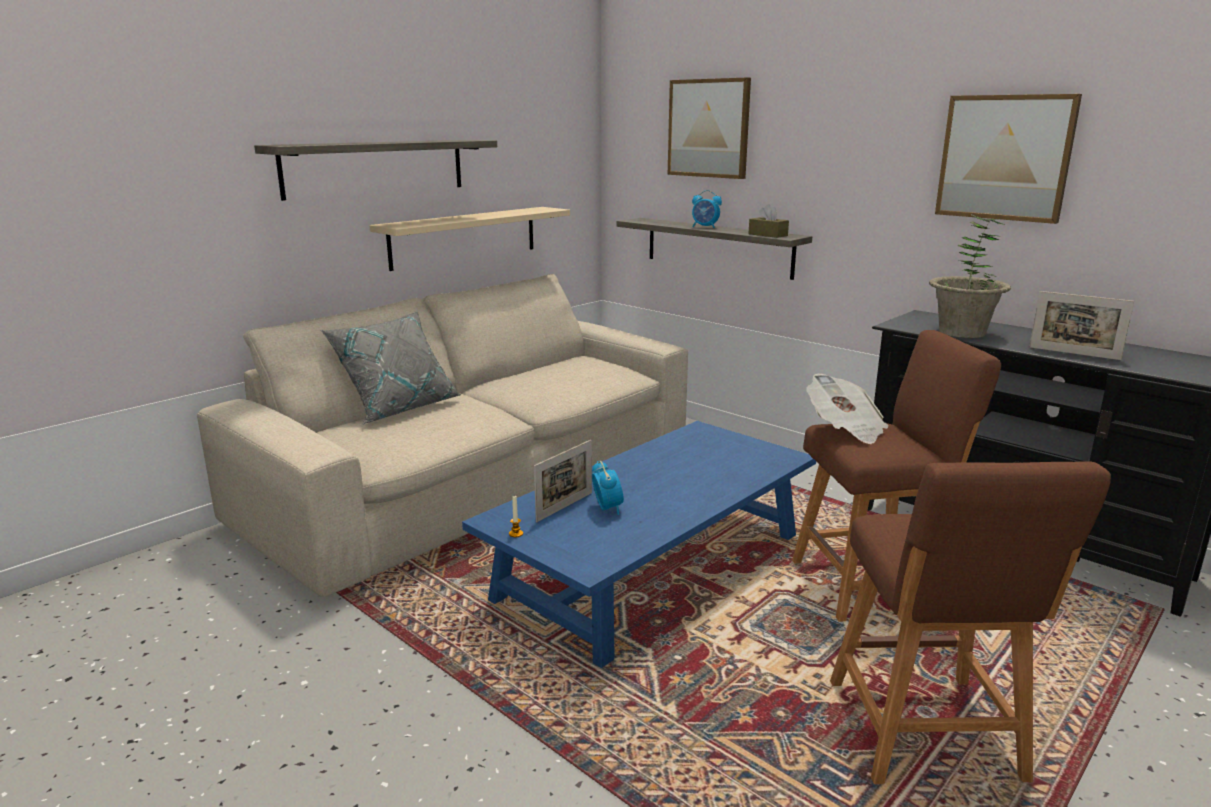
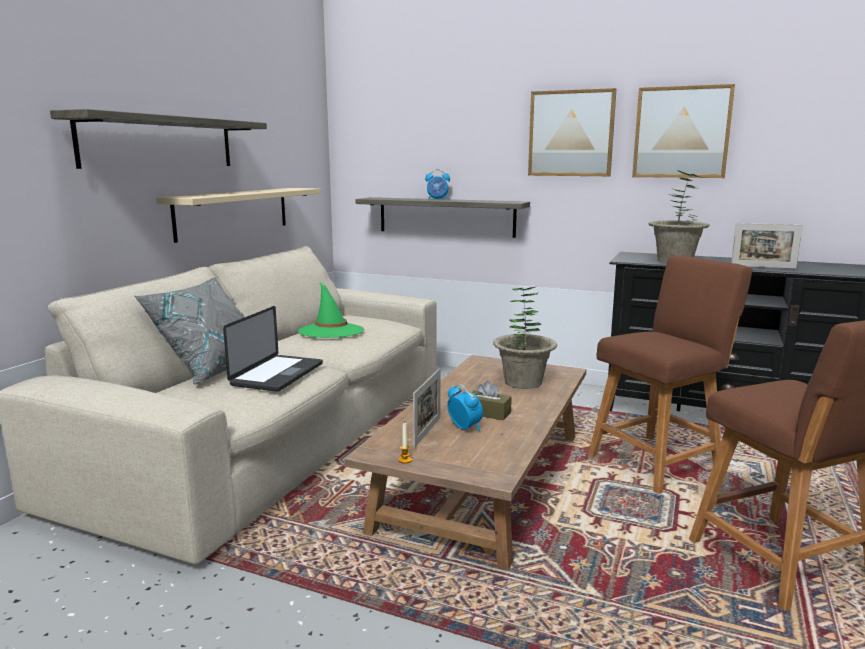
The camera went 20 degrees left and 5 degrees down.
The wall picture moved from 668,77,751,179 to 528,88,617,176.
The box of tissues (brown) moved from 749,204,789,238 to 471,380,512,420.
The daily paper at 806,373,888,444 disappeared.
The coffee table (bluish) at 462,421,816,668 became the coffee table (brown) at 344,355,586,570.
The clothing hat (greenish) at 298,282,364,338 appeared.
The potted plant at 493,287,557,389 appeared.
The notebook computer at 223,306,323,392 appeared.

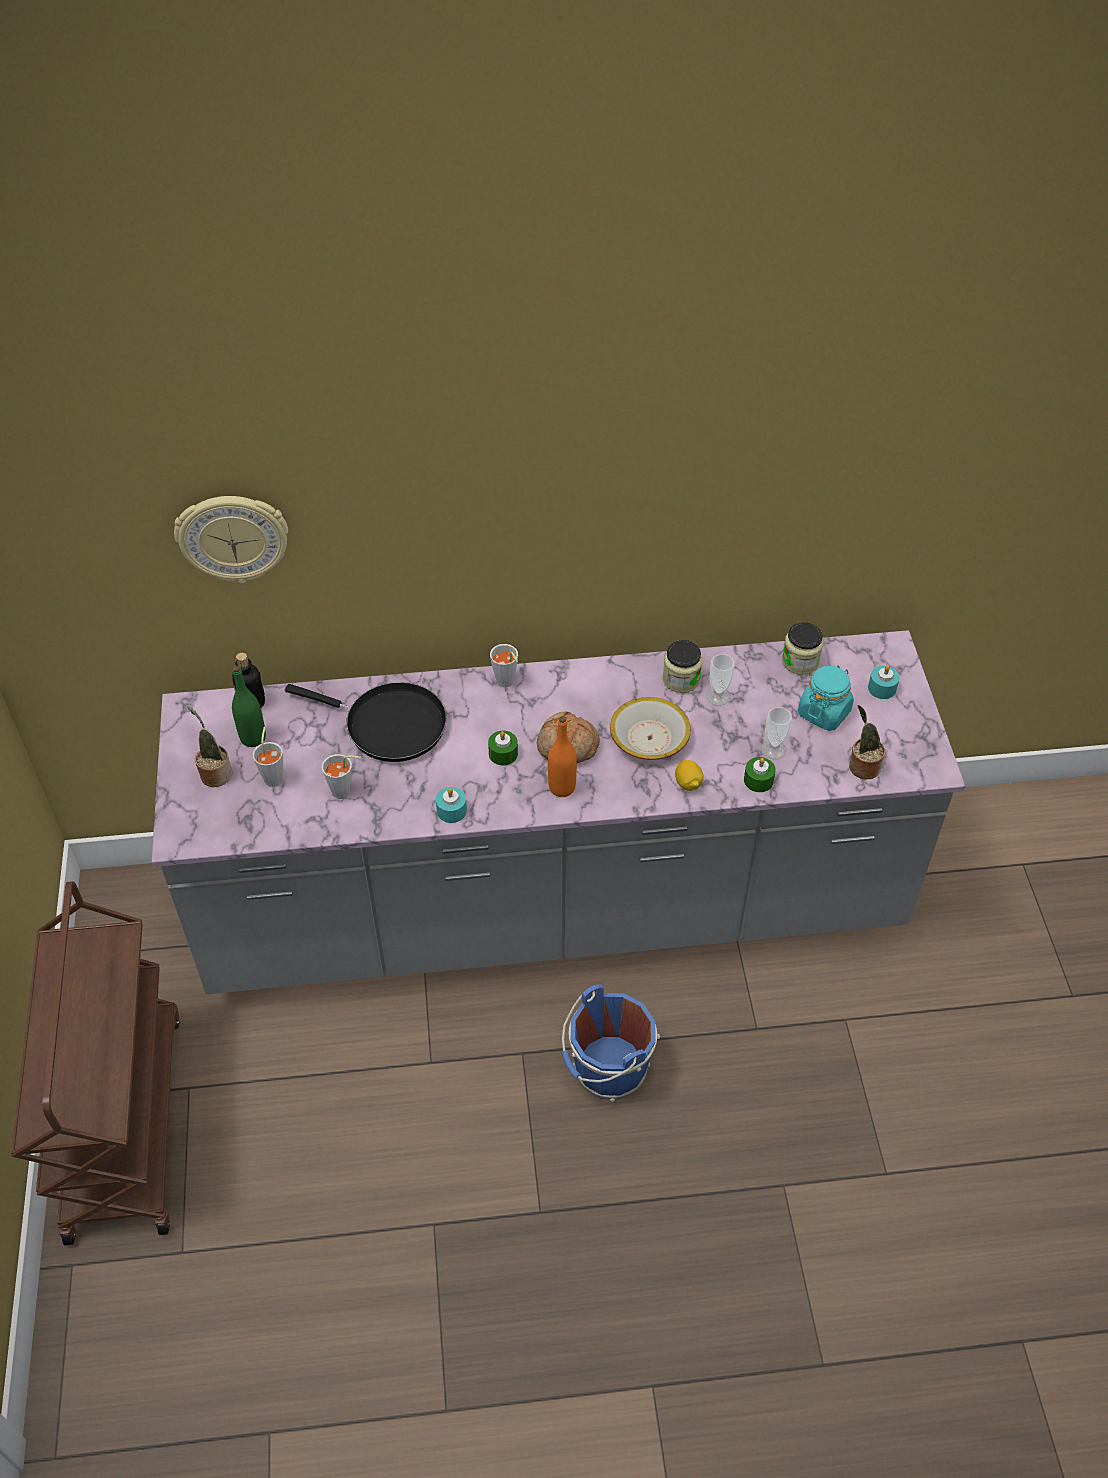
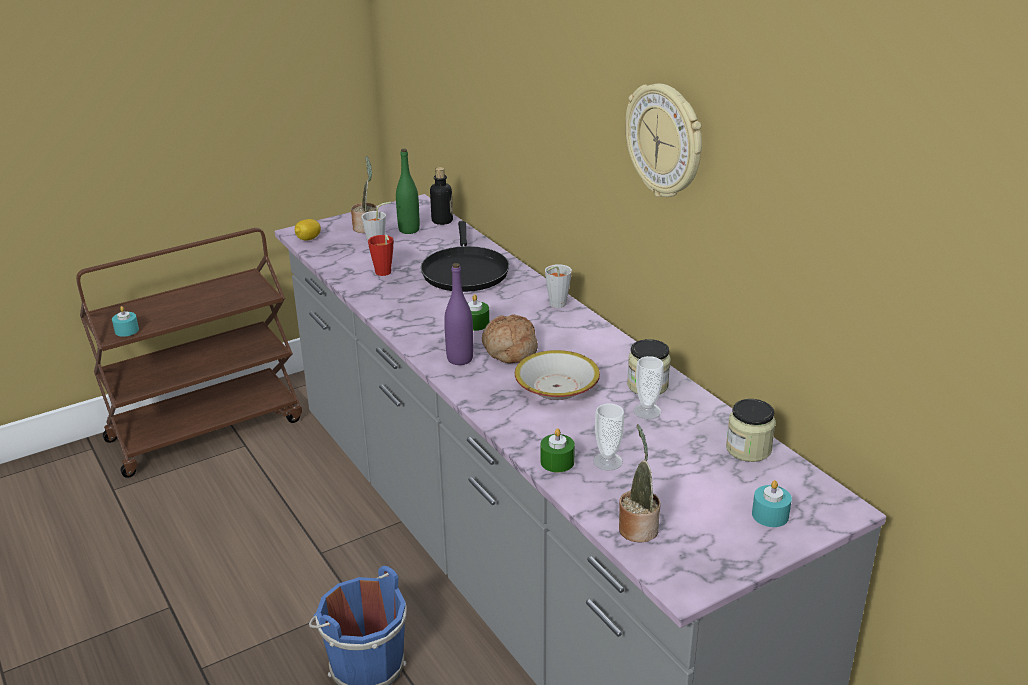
The camera went 65 degrees right and 20 degrees down.
The clock on the wall moved from 174,496,288,583 to 626,84,702,197.
The jar (turquoise-coloured) at 798,665,854,731 disappeared.
The drink bottle (orange) at 548,716,577,797 became the drink bottle (purple-coloured) at 444,263,473,365.
The cup (gray) at 322,754,361,799 became the cup (red) at 368,235,394,276.
The whole lemon moved from 675,760,703,791 to 295,219,321,241.
The candle (turquoise-coloured) moved from 436,787,467,823 to 112,306,139,337.

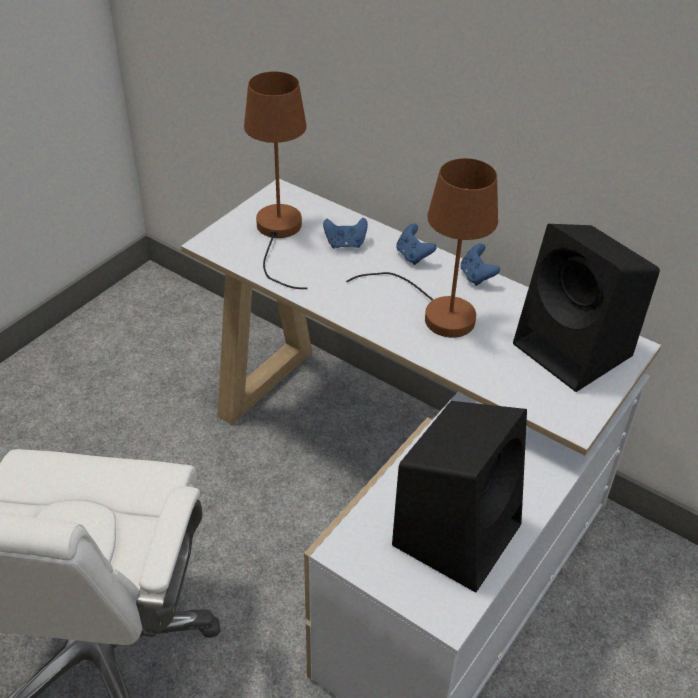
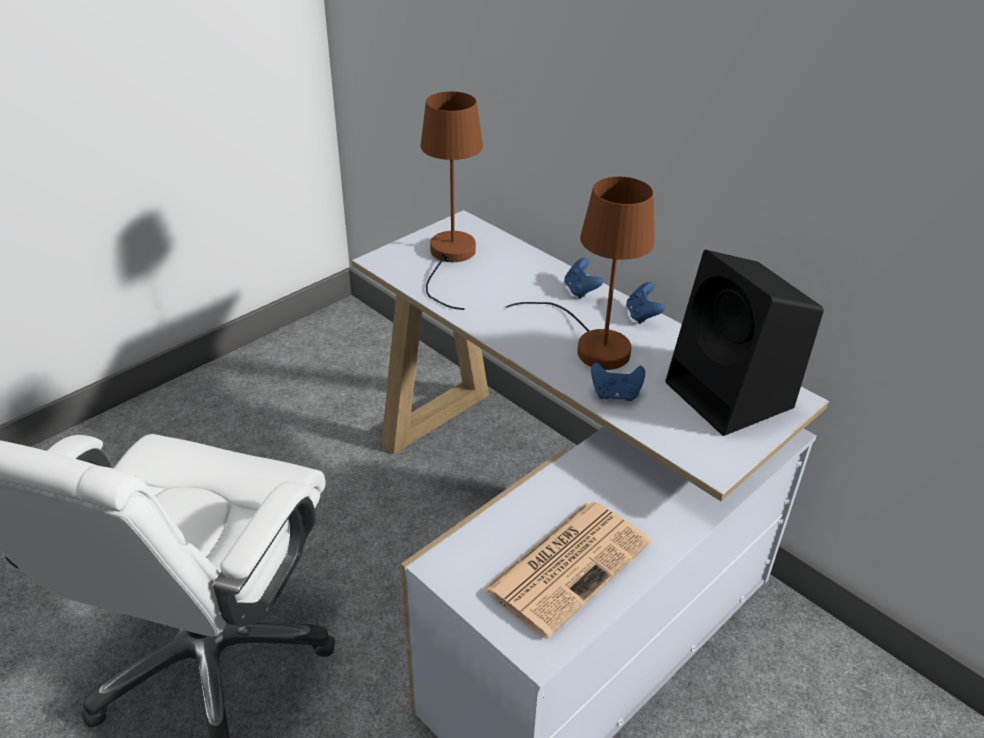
The camera went 10 degrees right and 5 degrees down.
The gamepad (bluish) moved from 323,218,368,248 to 591,362,645,401.
The speaker (black-coloured) at 392,401,527,593 was replaced by the daily paper at 482,502,651,639.

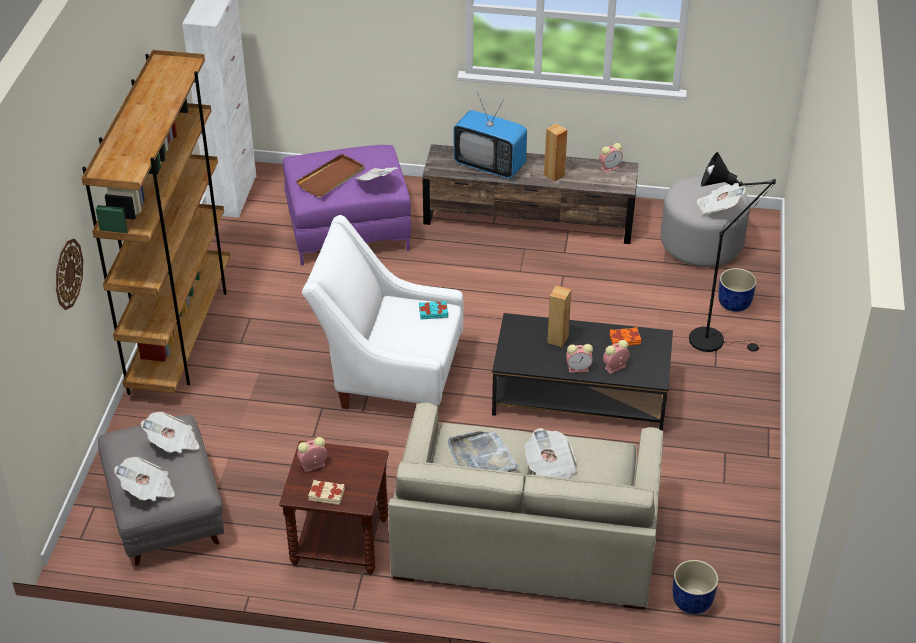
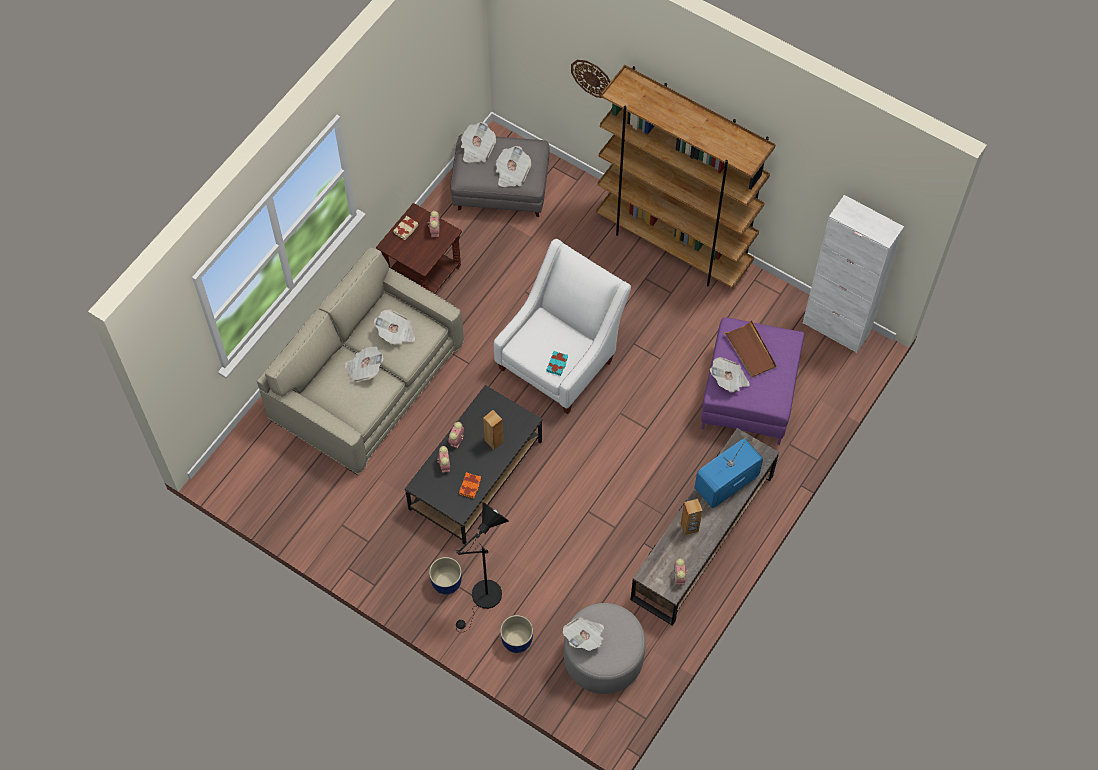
The camera went 115 degrees right and 20 degrees up.
The serving tray (gray) at 448,431,520,472 was replaced by the daily paper at 374,309,415,345.
The flower pot (bluish) moved from 673,560,718,614 to 429,557,462,594.

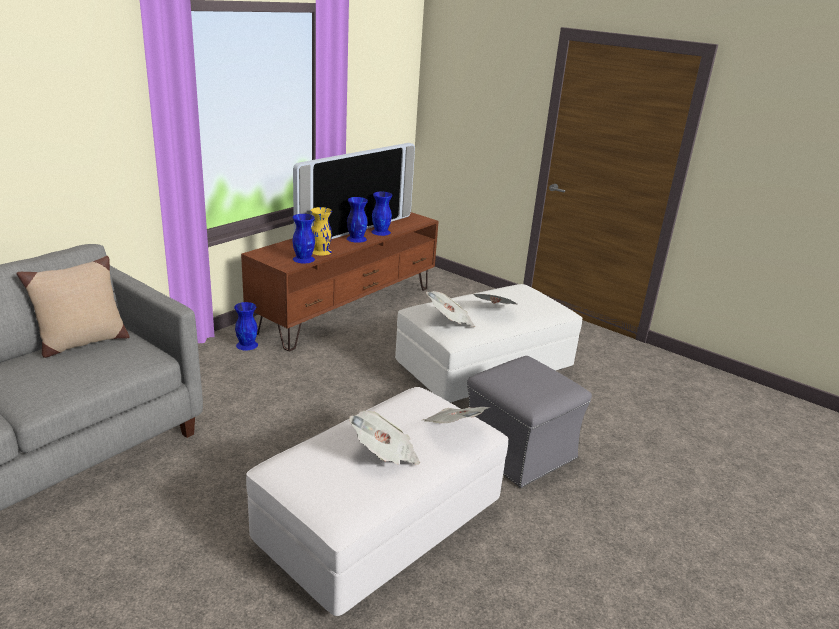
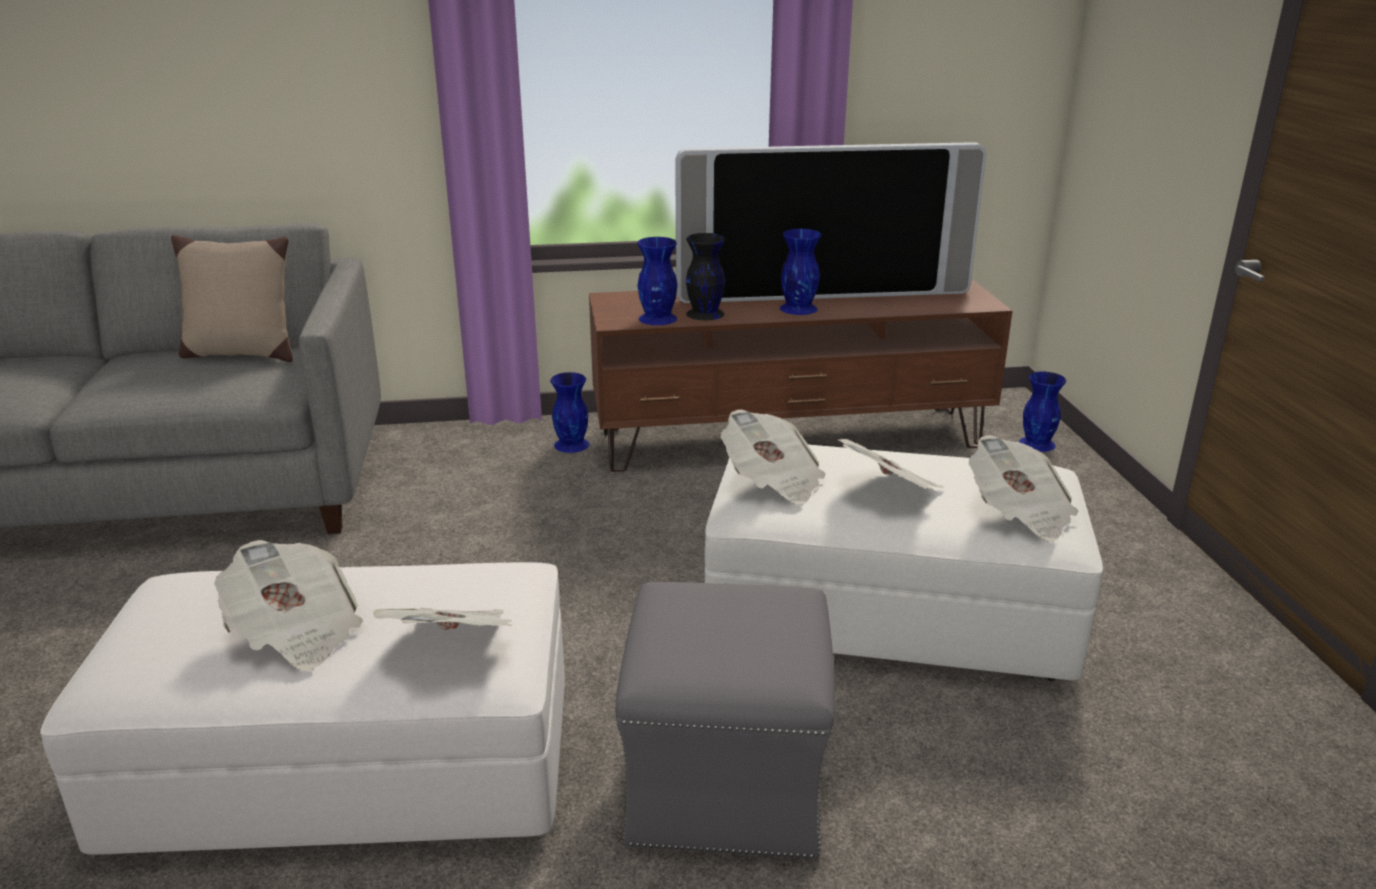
The camera went 45 degrees right and 0 degrees up.
The flower vase (bluish) moved from 371,191,393,236 to 1019,372,1066,452.
The flower vase (yellow-coloured) at 311,207,332,255 became the flower vase (black-coloured) at 686,233,725,320.
The daily paper at 969,435,1079,542 appeared.

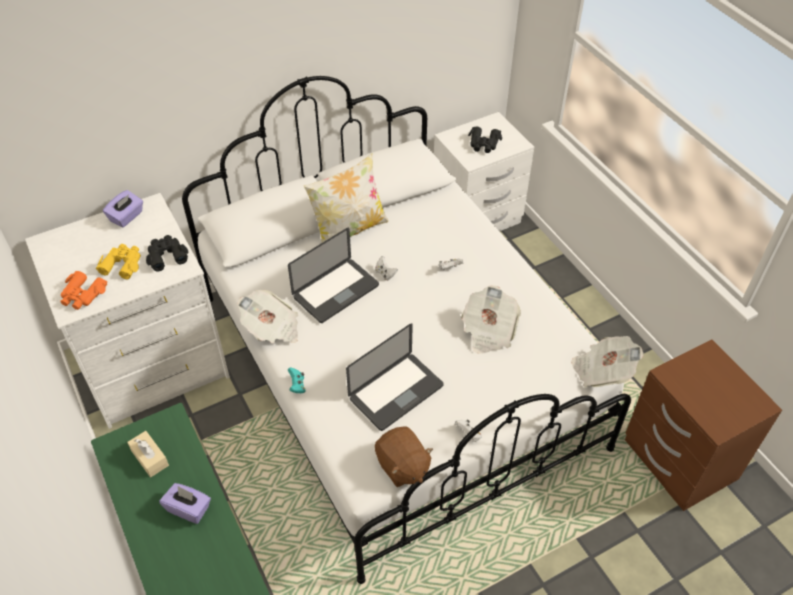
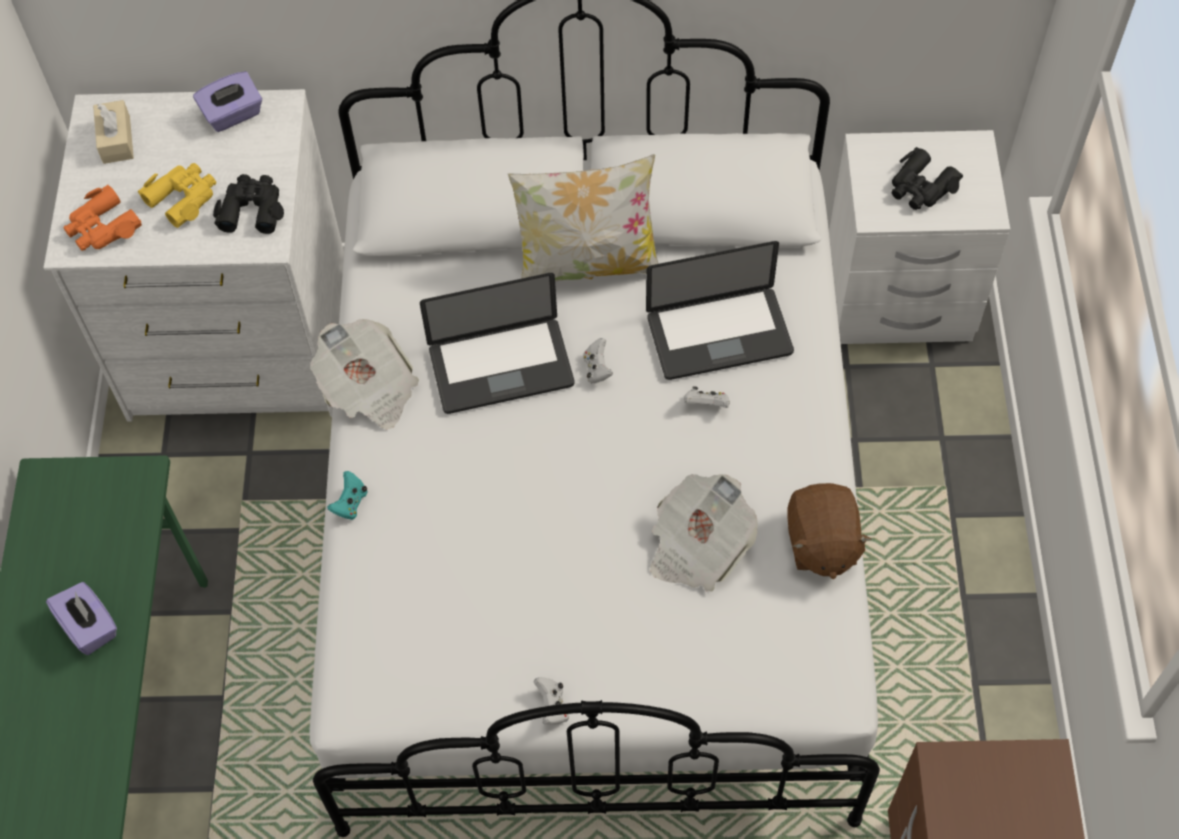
The camera went 30 degrees right and 10 degrees up.
The notebook computer moved from 346,323,444,431 to 646,241,794,380.
The daily paper at 571,336,644,387 disappeared.
The soft toy (brown) moved from 375,426,433,487 to 787,483,871,579.
The box of tissues (beige) moved from 127,431,169,477 to 93,100,134,164.

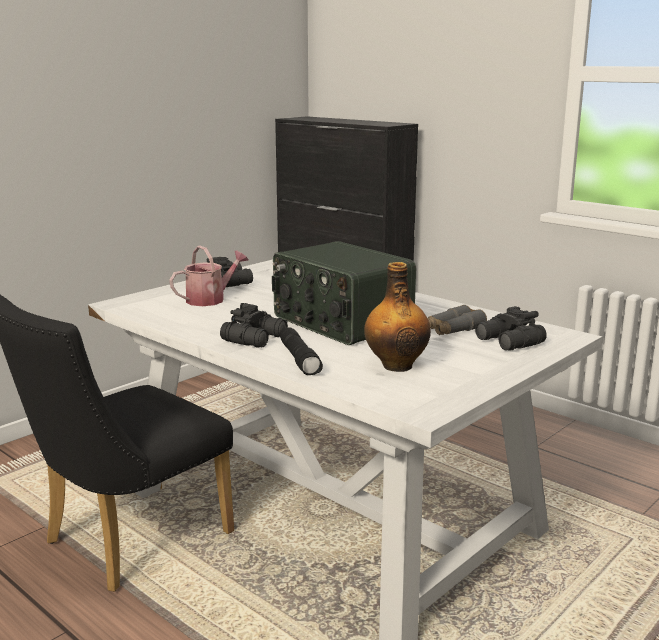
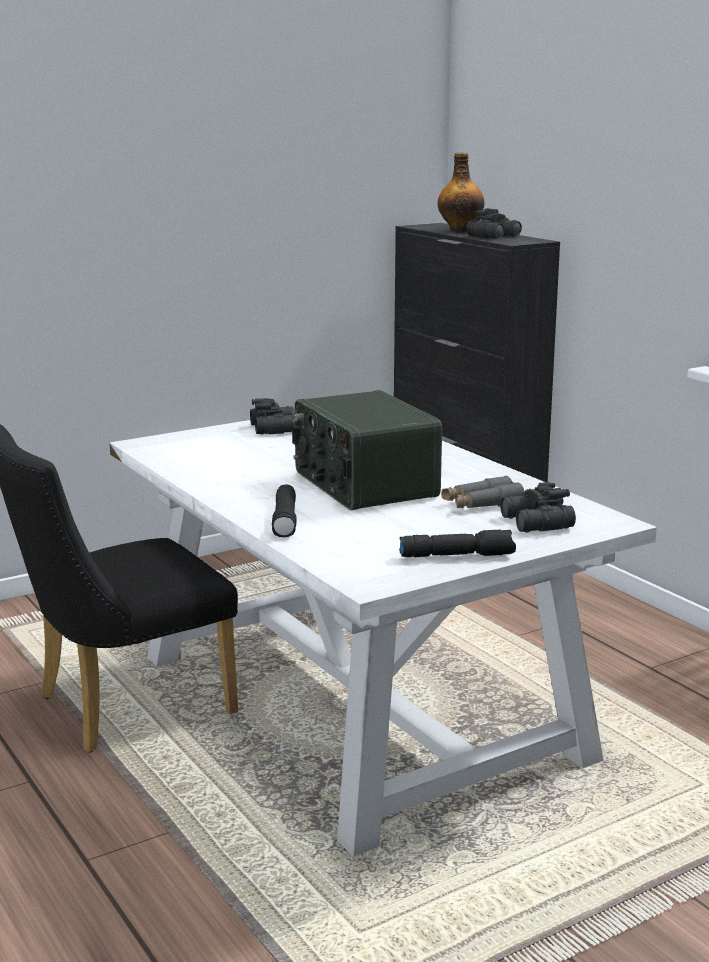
The camera went 15 degrees right and 0 degrees up.
The watering pot at 169,246,249,306 disappeared.
The drink bottle moved from 364,262,431,372 to 438,152,485,232.
The field glasses (black-coloured) moved from 220,303,288,348 to 466,208,522,239.
The hand torch (black-coloured) at 399,530,516,557 appeared.

